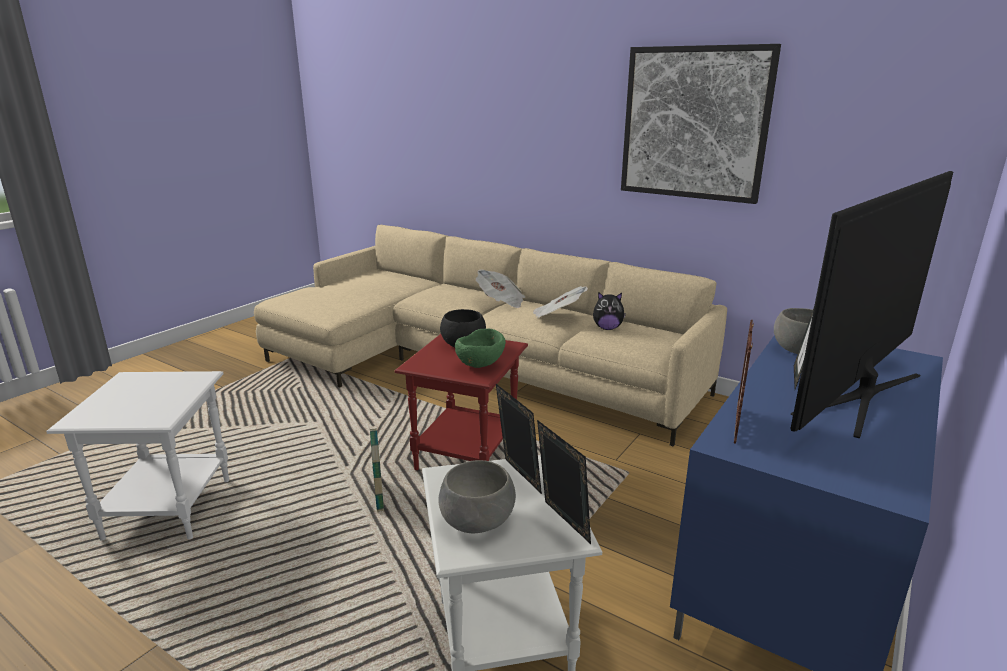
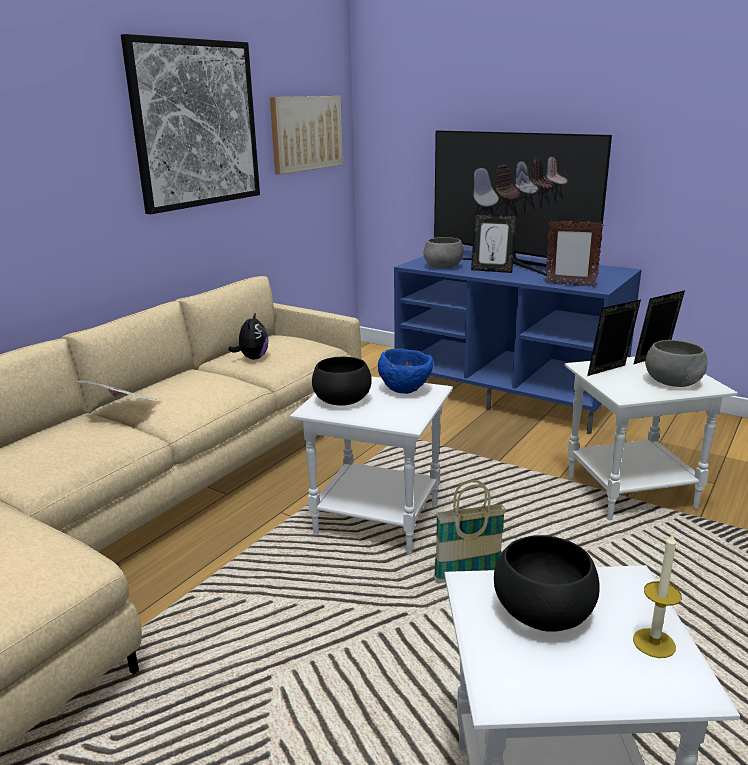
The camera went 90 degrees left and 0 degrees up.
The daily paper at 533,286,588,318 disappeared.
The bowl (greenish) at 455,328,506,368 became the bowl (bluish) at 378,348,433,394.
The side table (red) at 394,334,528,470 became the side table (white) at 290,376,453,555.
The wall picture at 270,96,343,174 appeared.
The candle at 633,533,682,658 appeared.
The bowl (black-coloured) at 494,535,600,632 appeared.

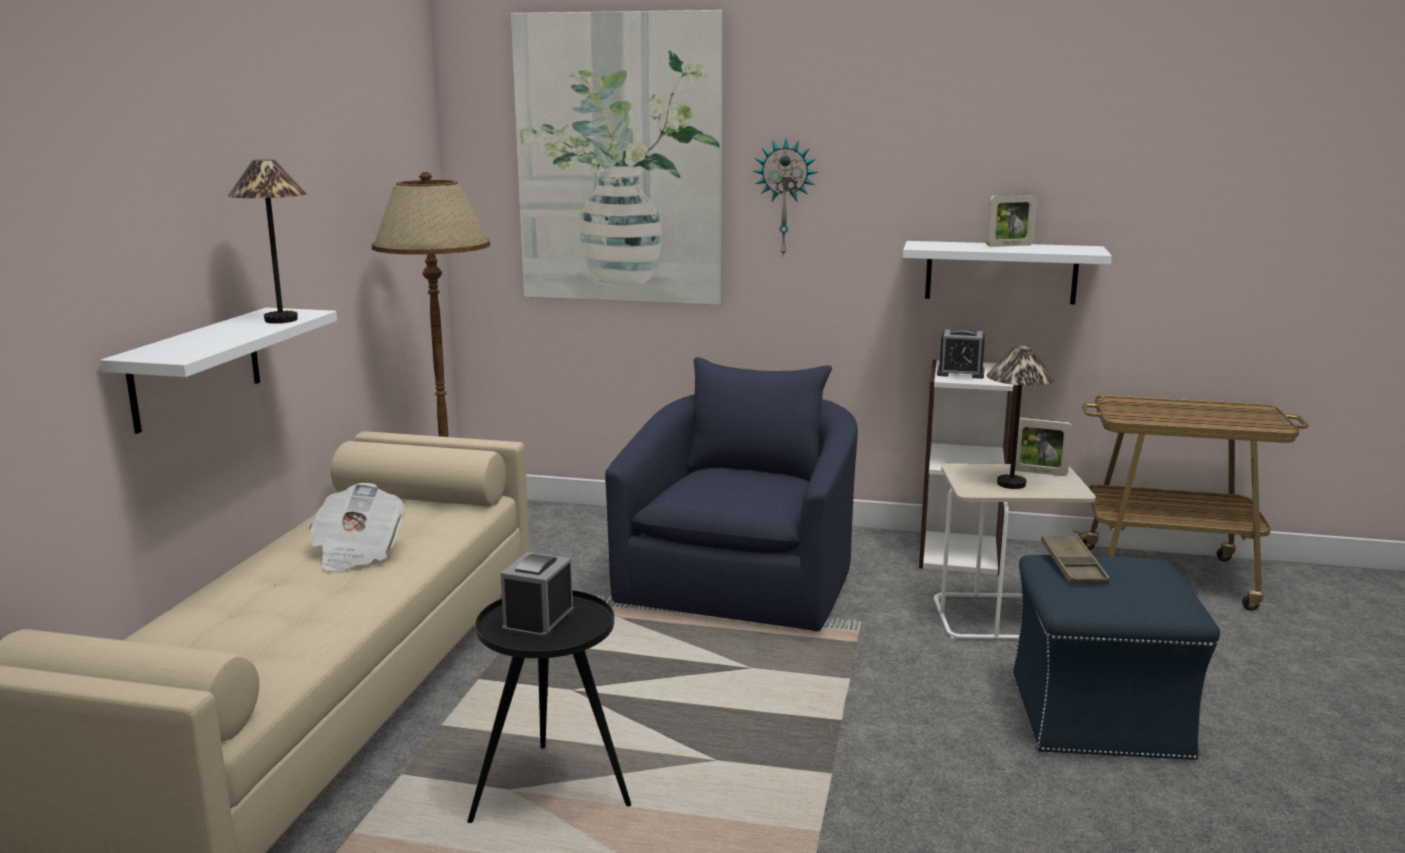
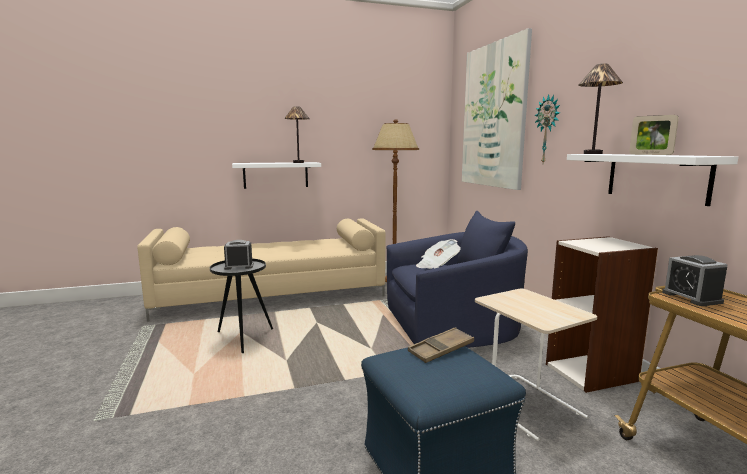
The camera went 60 degrees right and 5 degrees down.
The bedside clock moved from 937,327,985,379 to 662,255,728,306.
The lamp for a table moved from 987,346,1055,489 to 578,64,623,154.
The standing frame at 1015,418,1073,476 disappeared.
The daily paper moved from 309,483,406,571 to 416,239,461,269.

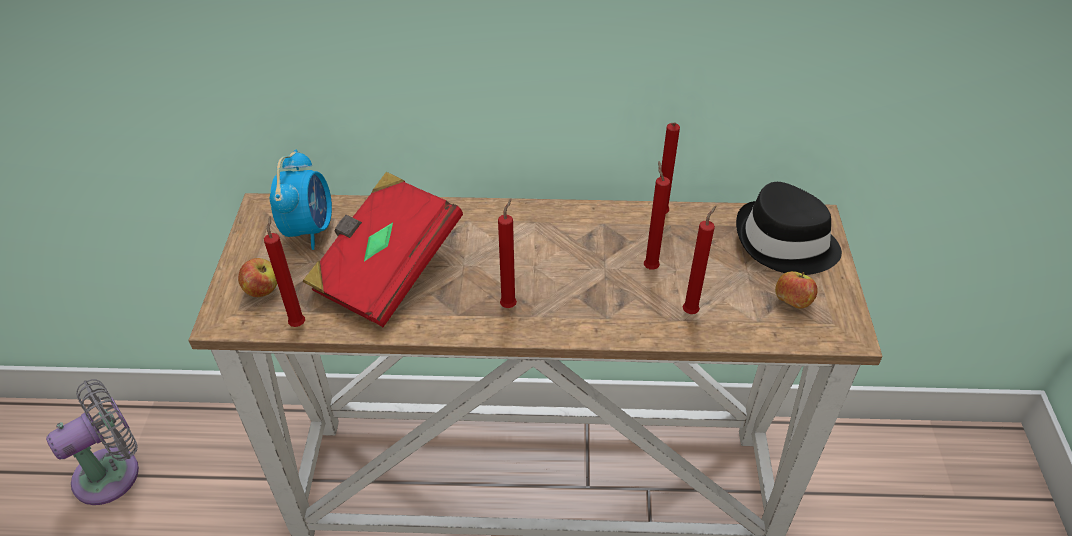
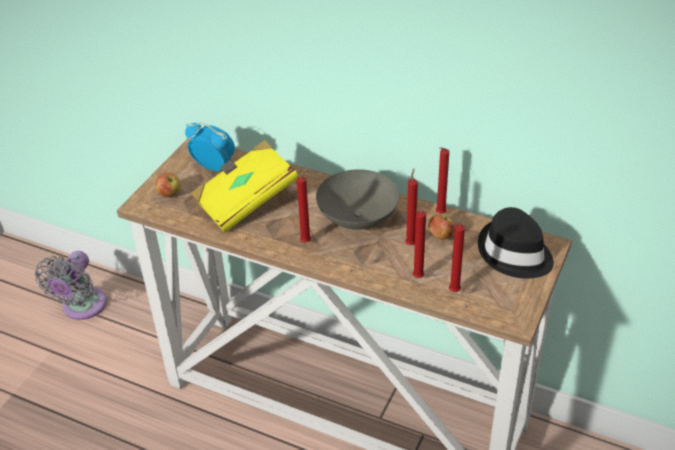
The camera went 25 degrees right and 5 degrees down.
The bedside clock at 270,150,332,250 turned 90 degrees counterclockwise.
The bound book (red) at 303,172,463,327 became the bound book (yellow-coloured) at 191,140,299,233.
The candle (red) moved from 264,216,305,327 to 449,213,465,292.
The apple fruit moved from 775,271,818,308 to 428,214,455,240.
The fan (gray) at 46,379,139,505 turned 120 degrees clockwise.
The bowl (gray) at 316,169,400,230 appeared.

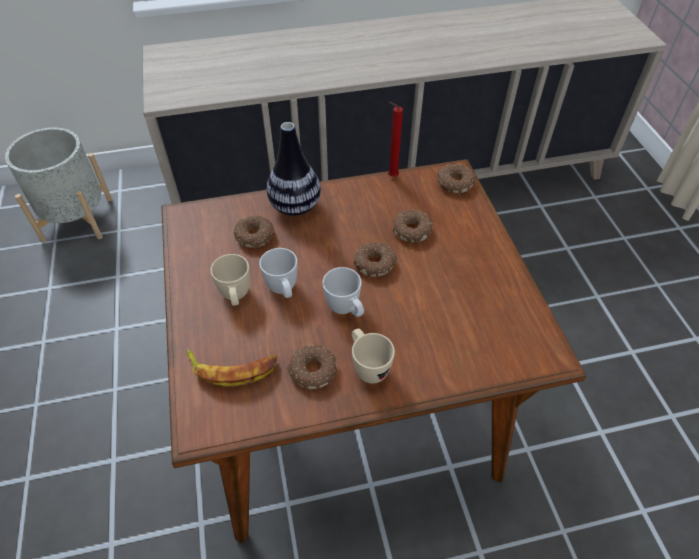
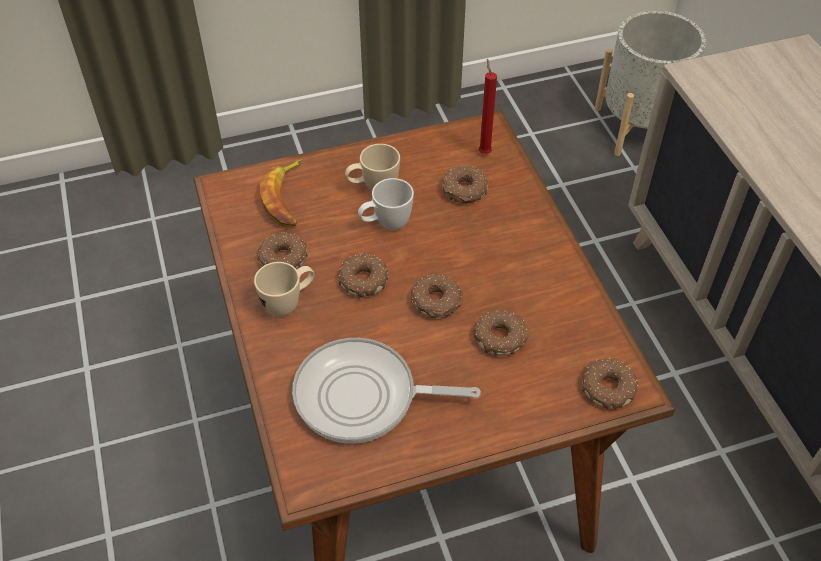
The camera went 85 degrees right and 0 degrees up.
The candle (red) moved from 388,102,403,177 to 479,59,497,154.
The flower vase at 267,122,321,216 disappeared.
The tea mug (white) at 322,267,364,317 was replaced by the ring doughnut at 338,253,388,298.
The pan at 292,338,481,444 appeared.

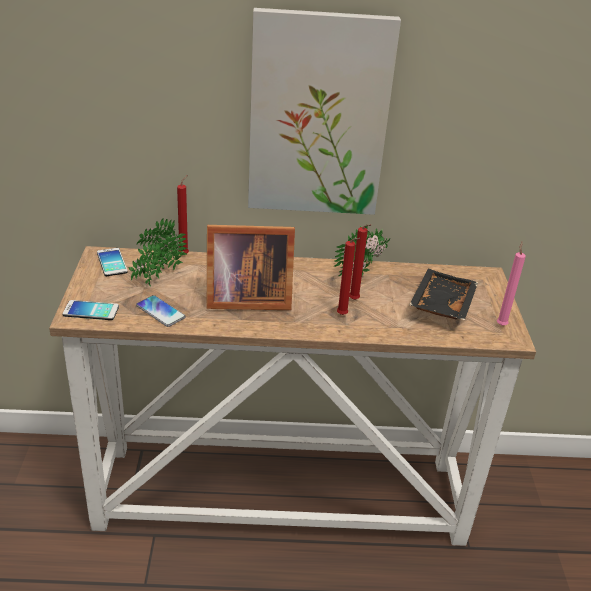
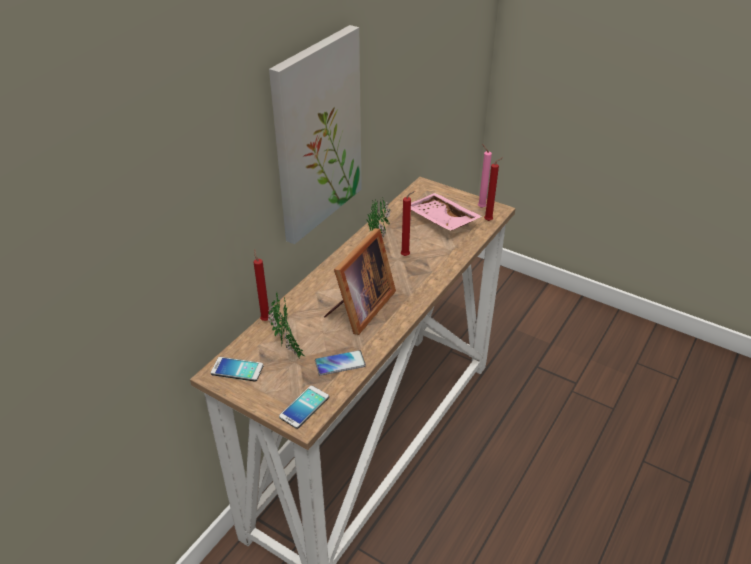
The camera went 55 degrees left and 5 degrees up.
The candle (red) moved from 337,238,361,315 to 484,157,503,221.
The serving tray (black-coloured) at 409,269,478,320 became the serving tray (pink) at 411,193,483,231.

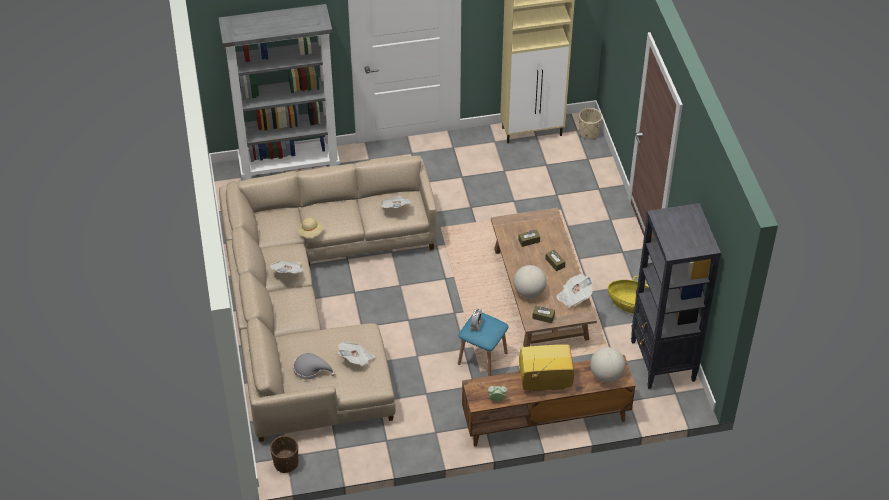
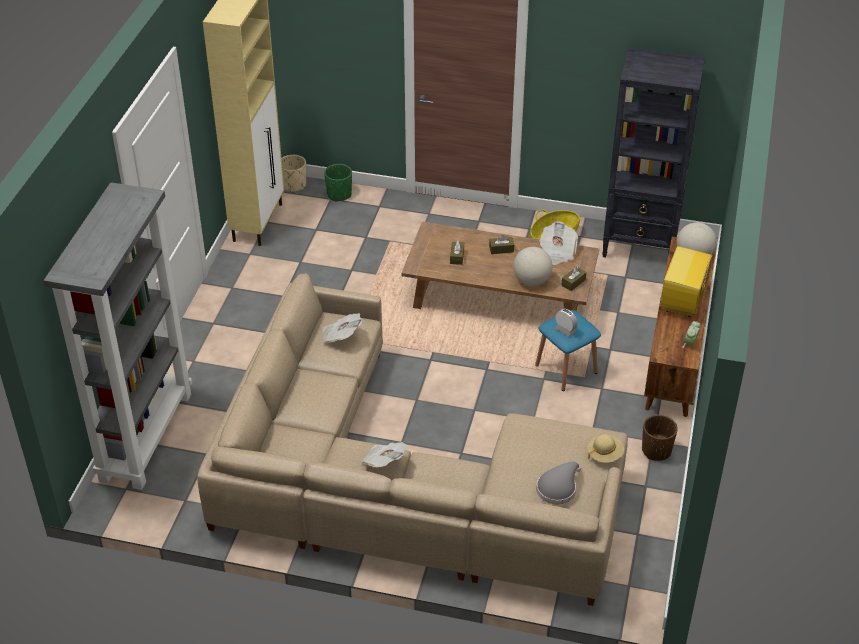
The camera went 65 degrees left and 5 degrees down.
The clothing hat (beige) moved from 298,217,324,238 to 587,434,624,463.
The daily paper at 338,342,375,366 disappeared.
The flower pot (brown) moved from 270,435,298,473 to 642,415,678,461.
The flower pot (greenish) at 324,164,352,202 appeared.

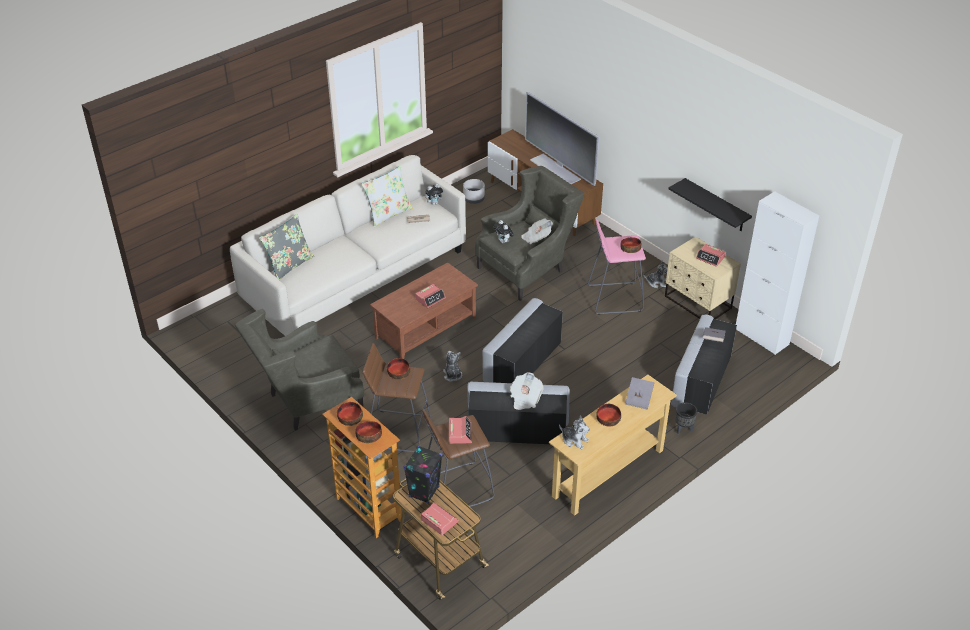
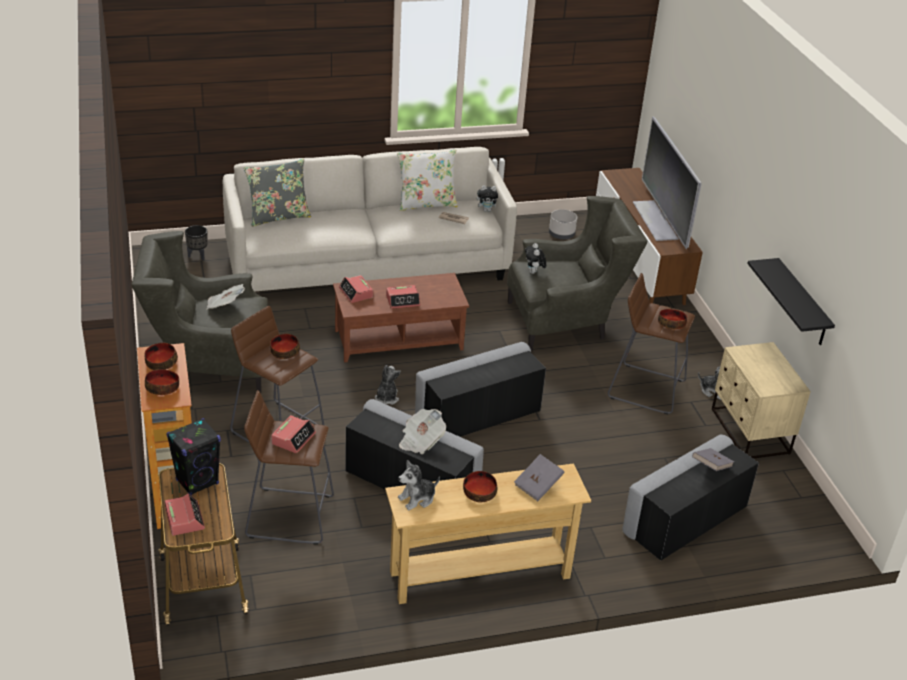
The camera went 25 degrees right and 5 degrees down.
The cabinet (white) at 736,191,819,355 disappeared.
The daily paper moved from 521,219,553,245 to 206,284,245,310.
The sitting stool (pink) at 588,219,646,315 became the sitting stool (brown) at 608,273,695,414.
The bedside clock moved from 696,244,726,267 to 339,275,373,303.
The flower pot (black-coloured) moved from 675,402,697,434 to 185,225,208,260.
The soft toy at 559,416,590,449 turned 90 degrees clockwise.

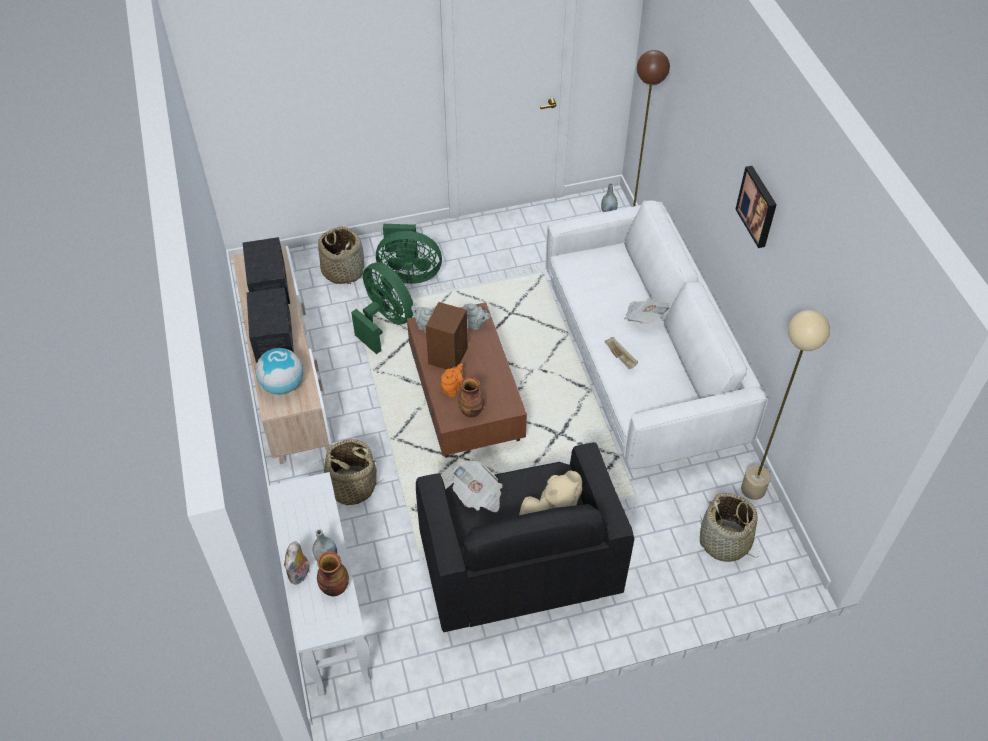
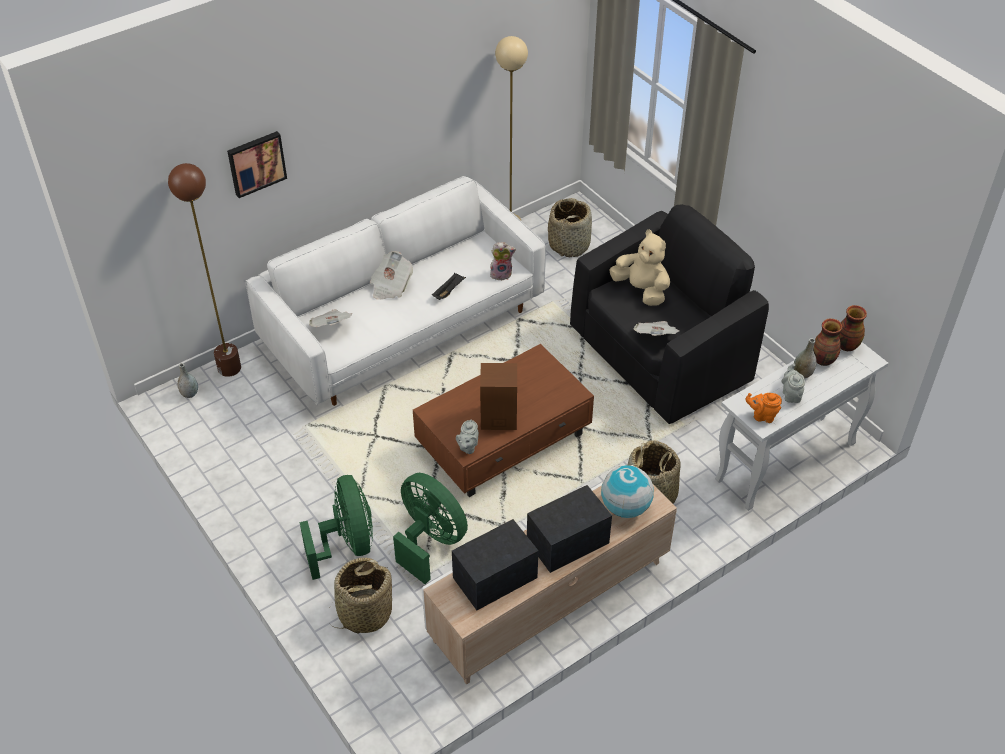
The camera went 110 degrees left and 5 degrees down.
The wall picture moved from 735,166,777,248 to 227,131,287,198.
The fan (greenish) at 351,262,413,354 turned 105 degrees clockwise.
The tea pot (gray) moved from 462,304,491,330 to 781,364,805,403.
The serving tray (beige) at 604,337,638,369 became the serving tray (black-coloured) at 432,273,466,300.
The tea pot (orange) moved from 441,363,463,397 to 746,393,782,423.
The flower vase moved from 458,376,484,417 to 840,305,867,351.
The soft toy moved from 284,541,311,585 to 490,242,516,281.
The daily paper at 309,309,352,327 appeared.

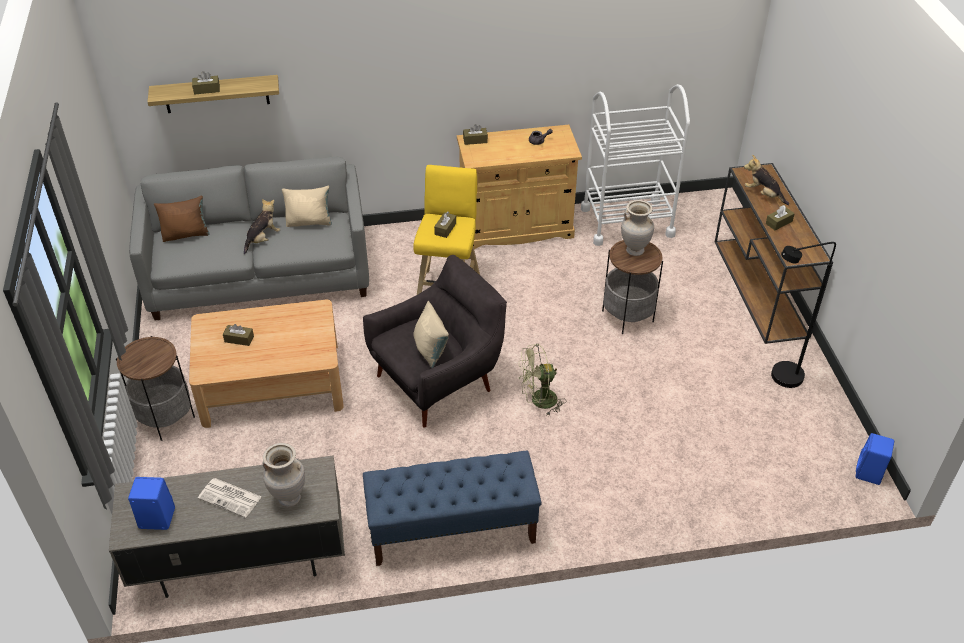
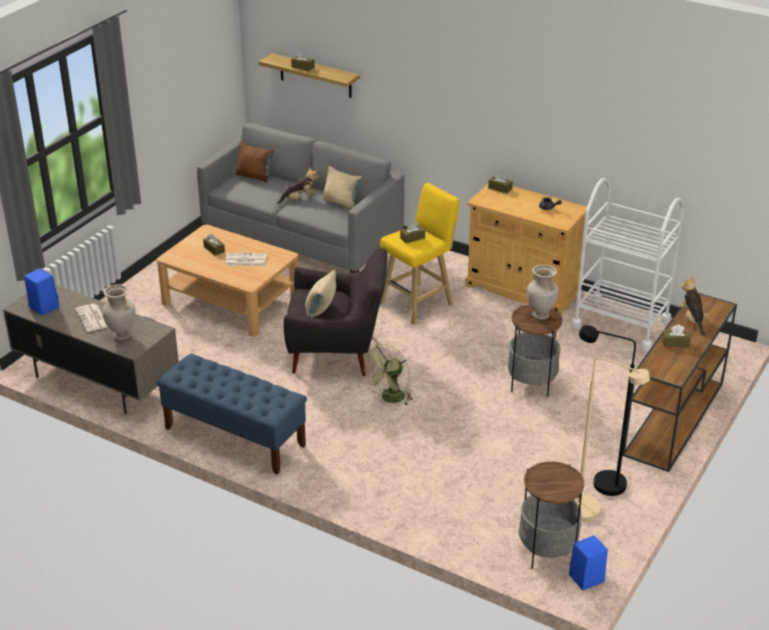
The camera went 40 degrees right and 10 degrees down.
The side table moved from 116,336,195,441 to 519,461,584,569.
The fan (greenish) at 519,344,566,416 turned 75 degrees counterclockwise.
The daily paper at 225,253,267,266 appeared.
The floor lamp (beige) at 574,357,650,522 appeared.

